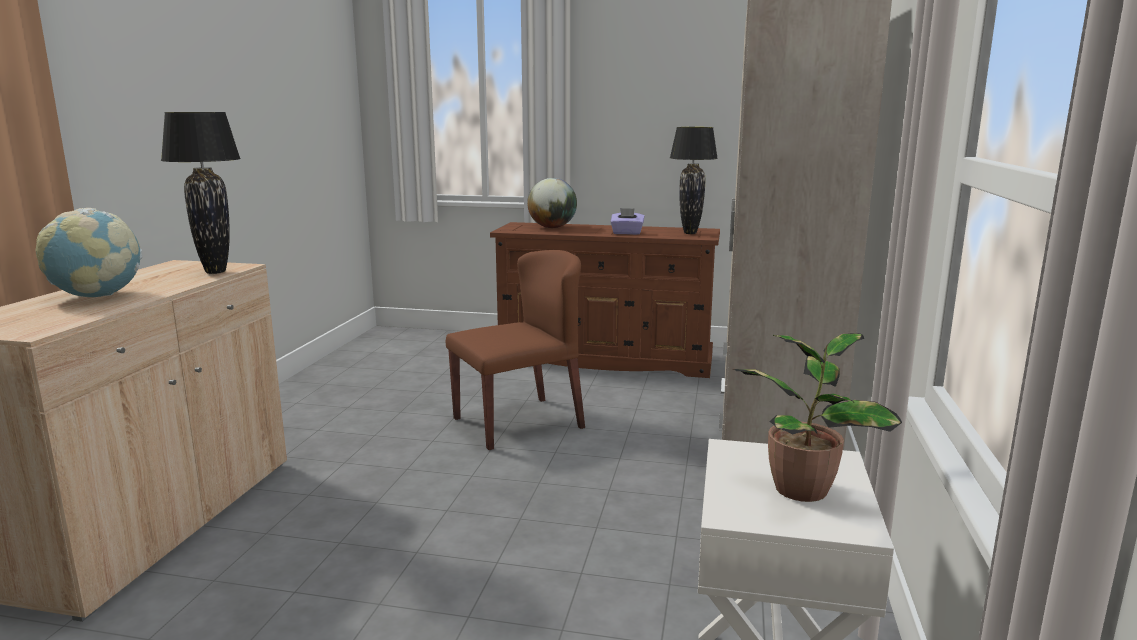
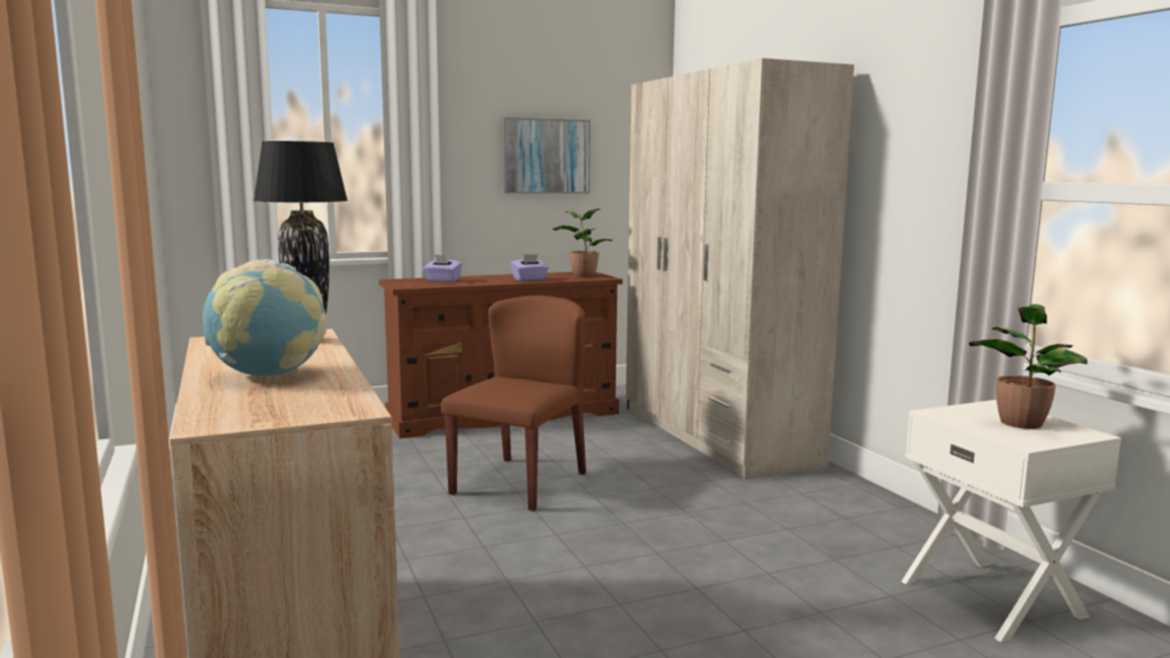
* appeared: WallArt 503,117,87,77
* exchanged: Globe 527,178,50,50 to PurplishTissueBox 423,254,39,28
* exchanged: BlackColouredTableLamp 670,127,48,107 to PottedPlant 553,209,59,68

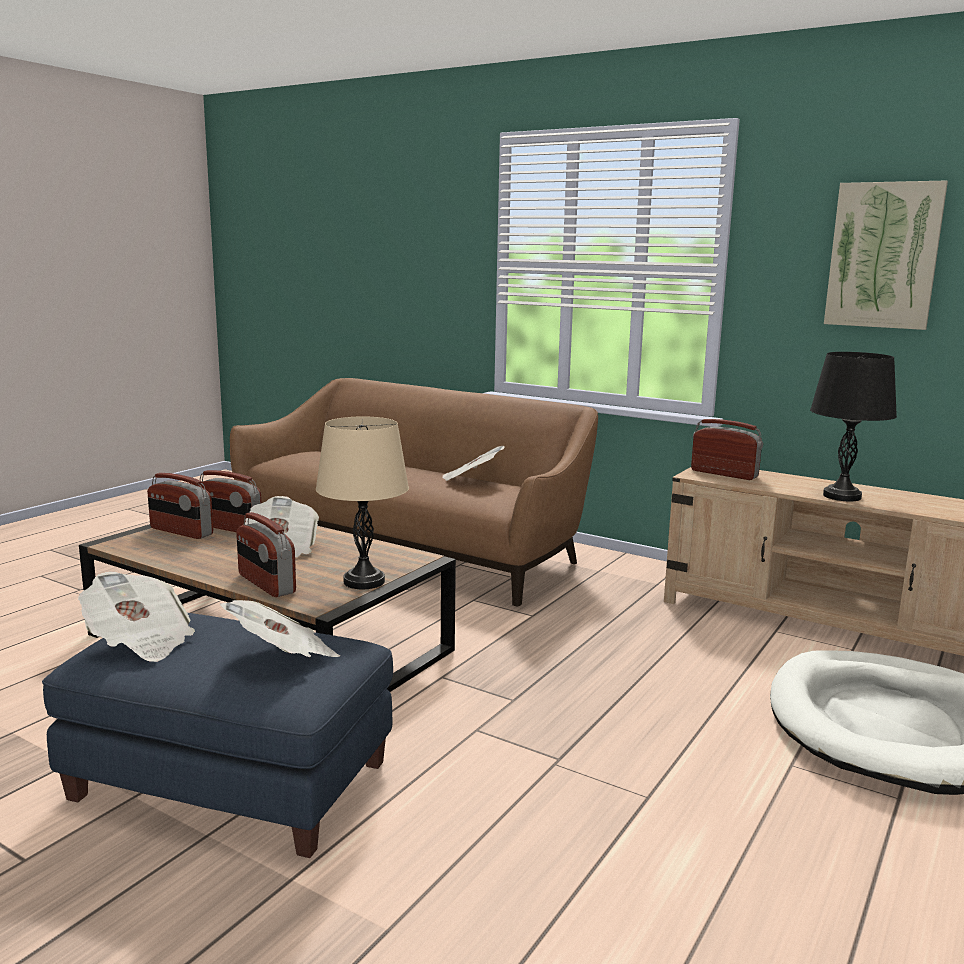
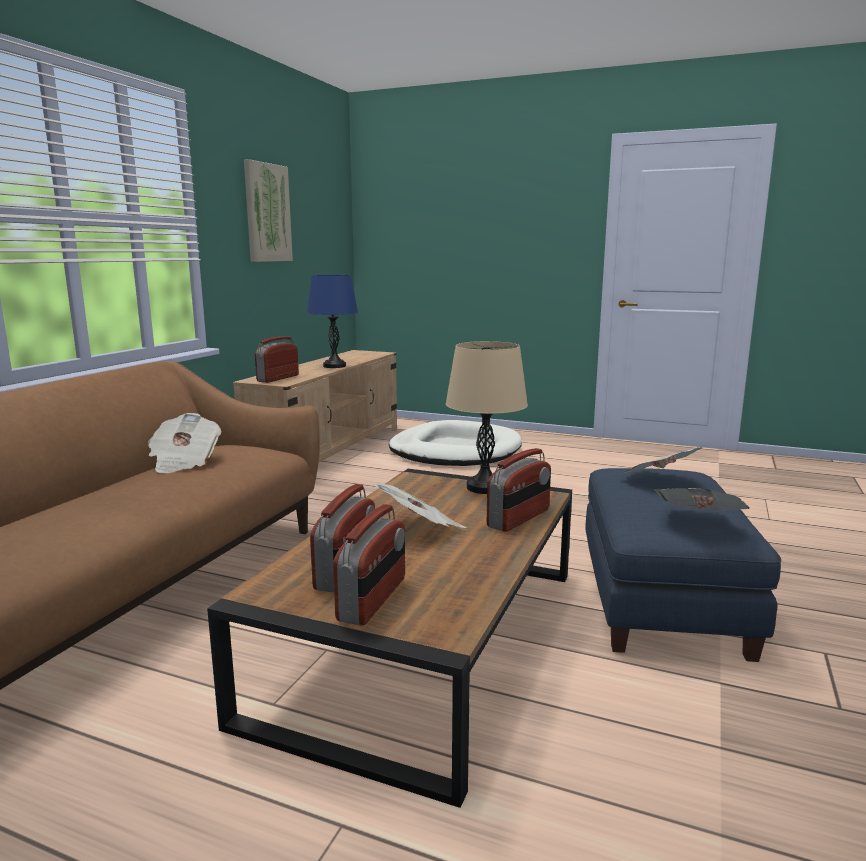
* colour: BlackColouredTableLamp 810,352,87,149 to BlueTableLamp 307,275,51,93

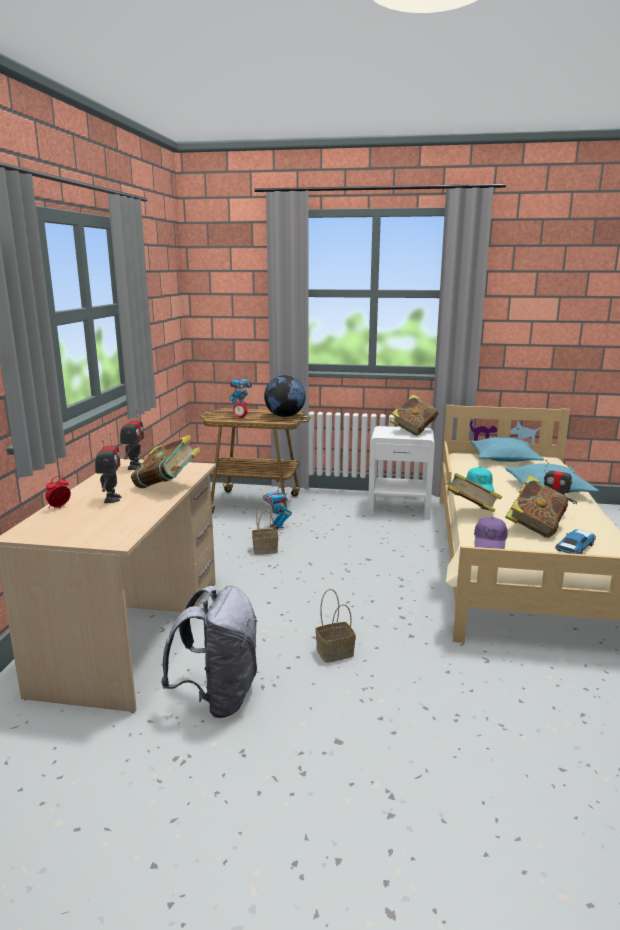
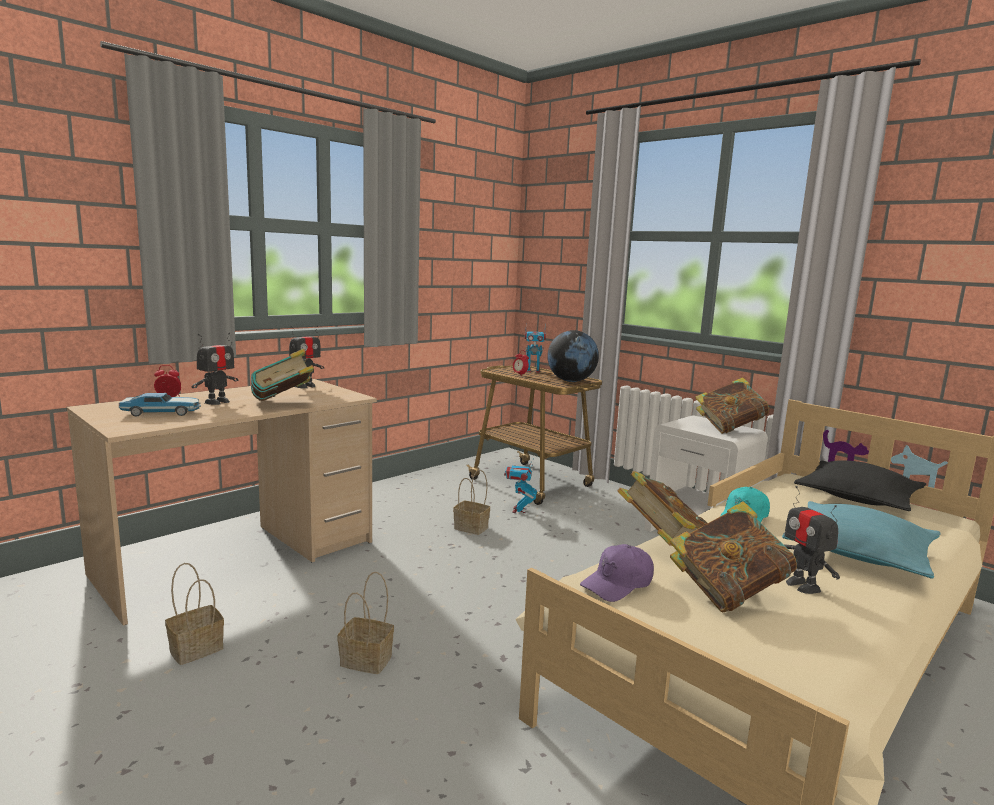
* relocated: ModelCar 555,530,41,24 to 119,393,82,24
* exchanged: GrayRucksack 161,586,97,132 to StorageBasket 165,563,59,102
* colour: TurquoisePillow 470,437,74,25 to BlackColouredPillow 794,460,132,51

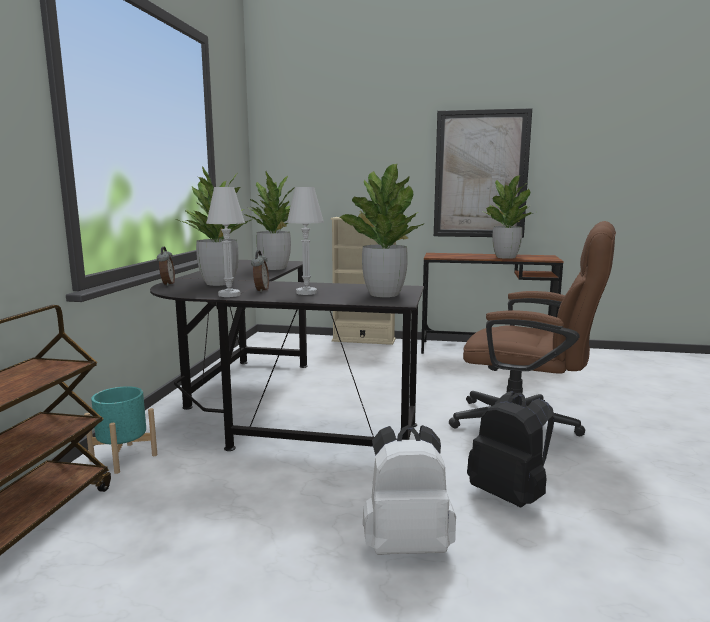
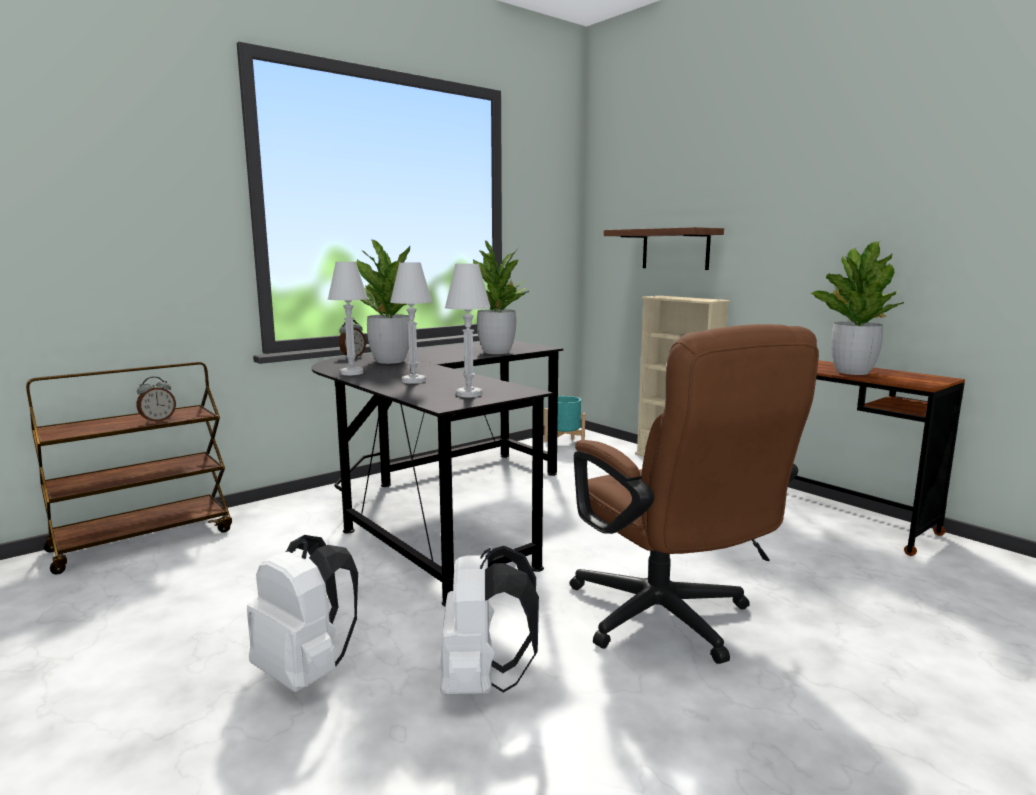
* missing: WallArt 434,108,98,130
* appeared: WallShelf 604,227,120,43
* relocated: TurquoiseFlowerPot 84,386,73,88 to 544,396,41,46
* relocated: BedsideClock 251,250,18,43 to 136,377,40,46
* exchanged: PottedPlant 339,164,85,133 to WhiteColouredTableLamp 445,264,46,134
* colour: BlackColouredRucksack 467,391,88,116 to WhiteColouredRucksack 440,546,99,149

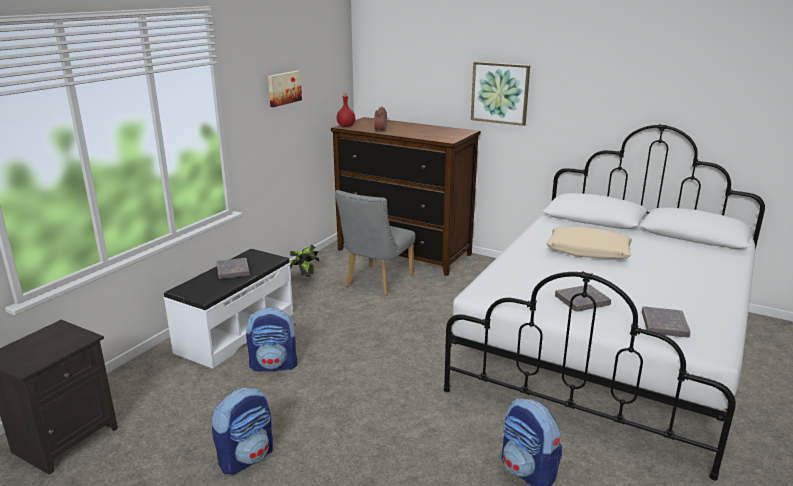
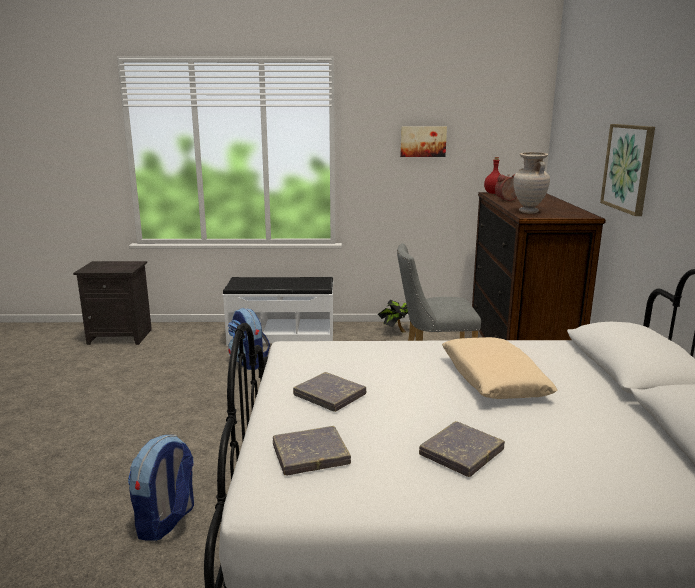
* missing: Rucksack 212,388,61,87
* appeared: SandColouredVase 513,152,37,61
* relocated: GrayBoundBook 217,258,33,21 to 419,421,86,56

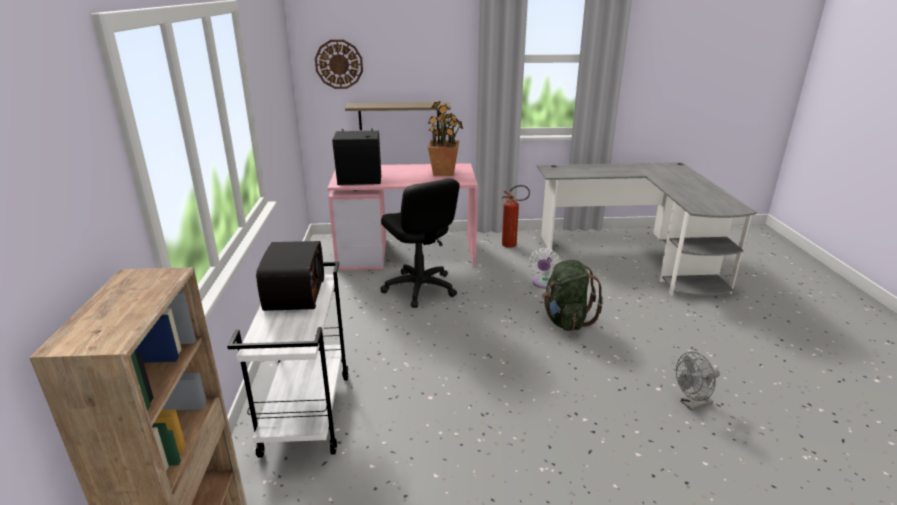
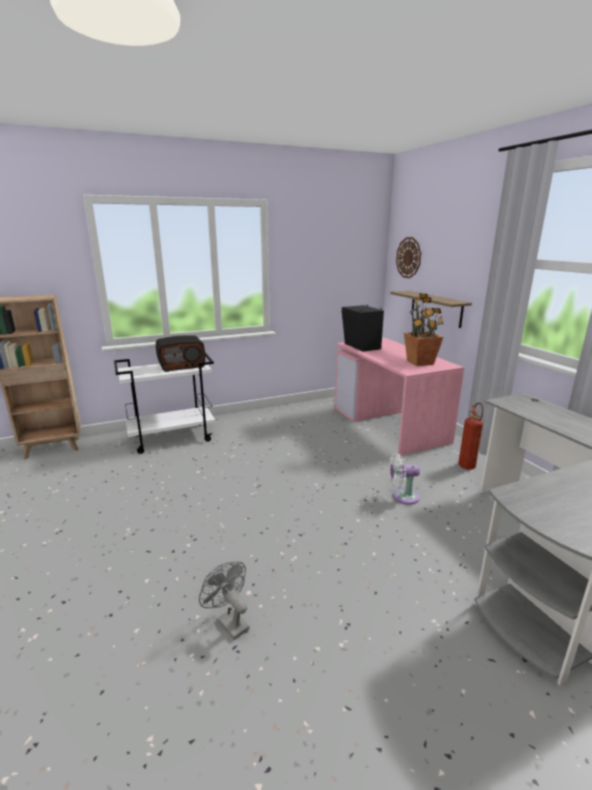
* missing: BlackColouredDeskChair 380,178,80,130
* missing: GreenRucksack 542,260,61,71

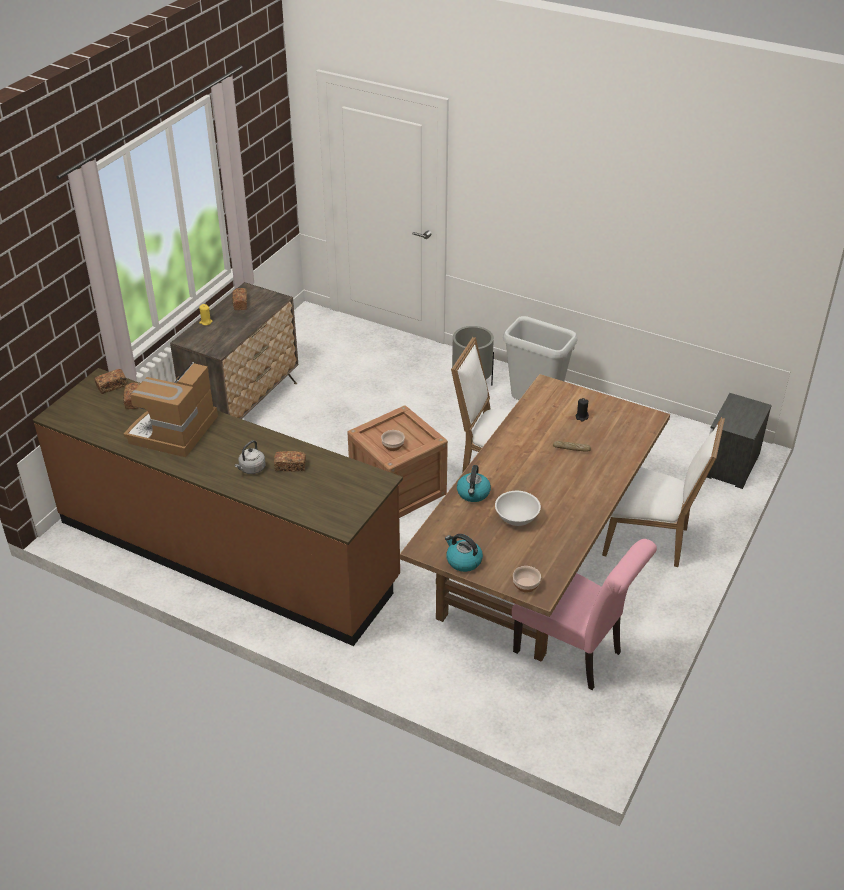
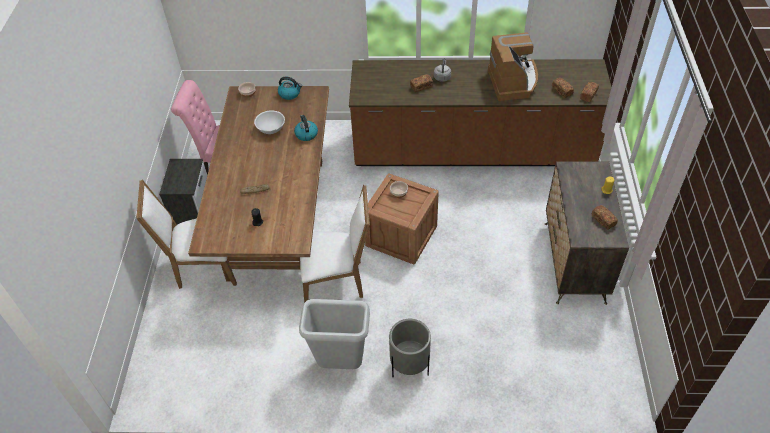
* relocated: BedsideTable 707,393,65,96 to 159,159,48,66

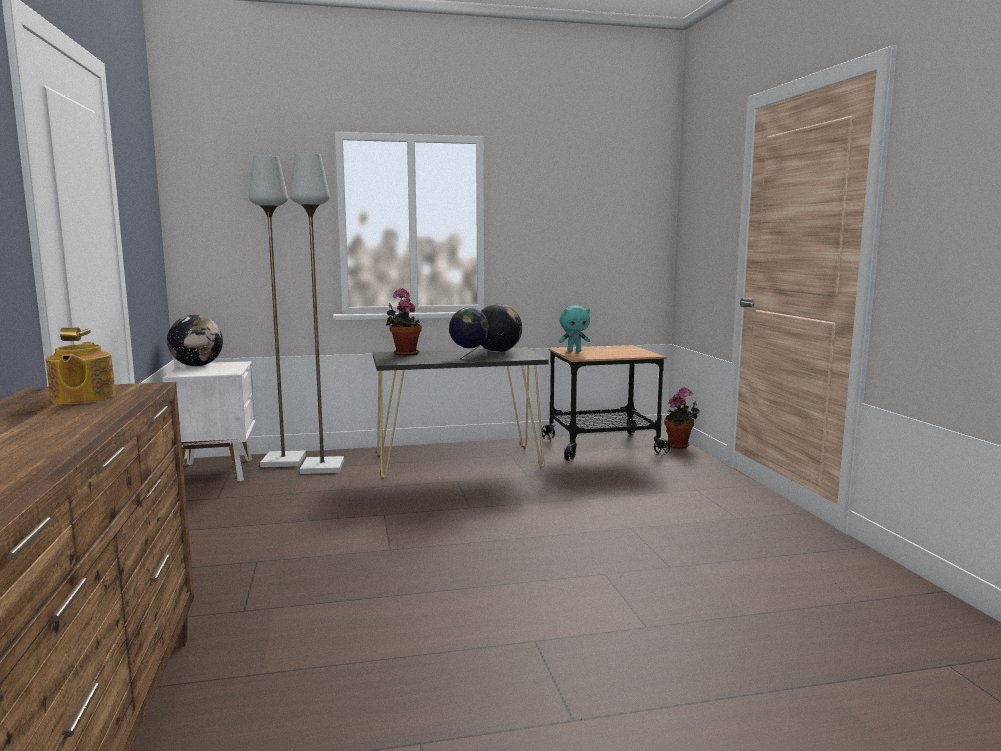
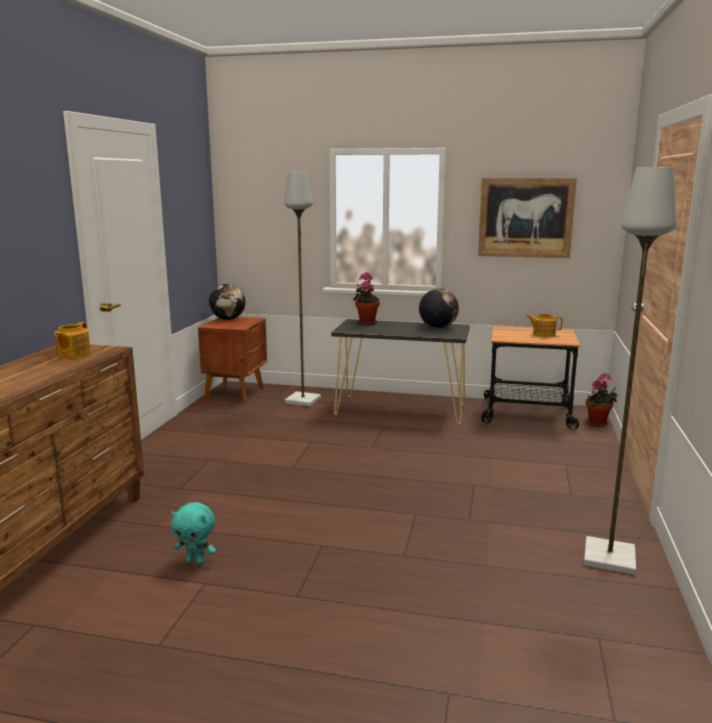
* missing: Globe 449,308,40,53
* appeared: WallArt 478,178,99,80
* appeared: TeaPot 527,314,36,23
* relocated: GrayStandingLamp 249,156,57,311 to 584,167,93,408
* relocated: TurquoisePlushToy 559,305,31,47 to 171,502,45,63
* colour: WhiteColouredBedsideTable 163,361,93,120 to BrownColouredBedsideTable 198,317,69,86

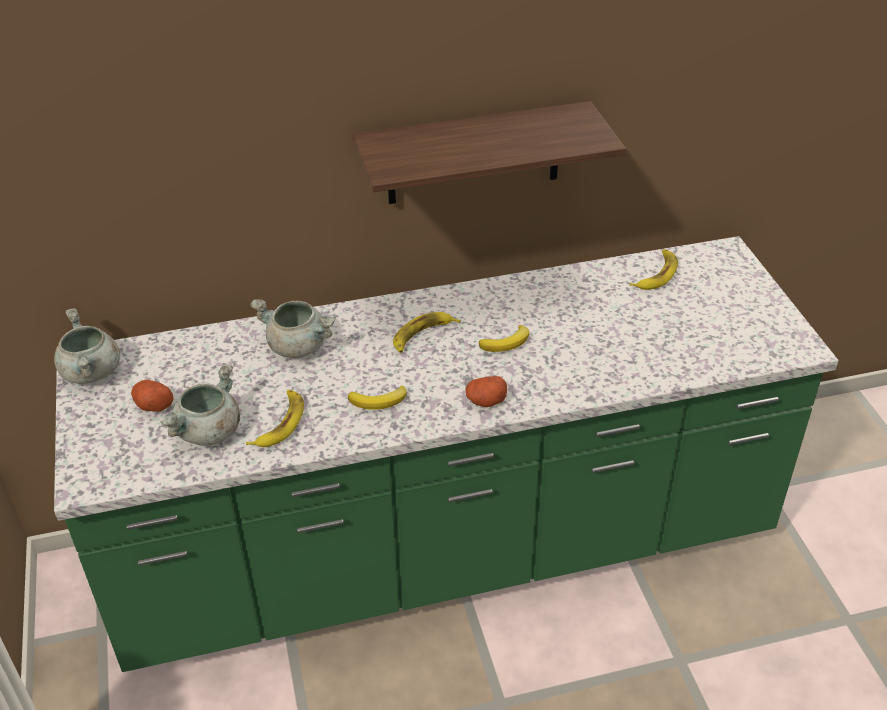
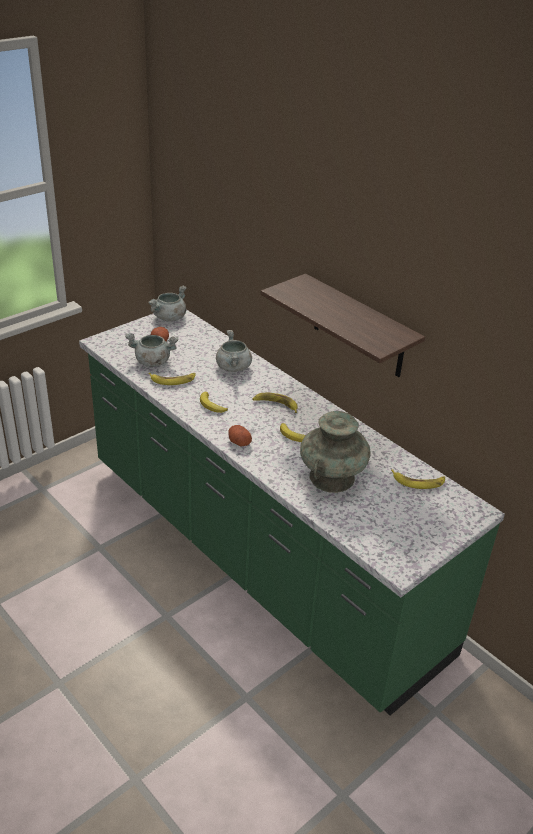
* appeared: TurquoiseVase 300,411,71,82

